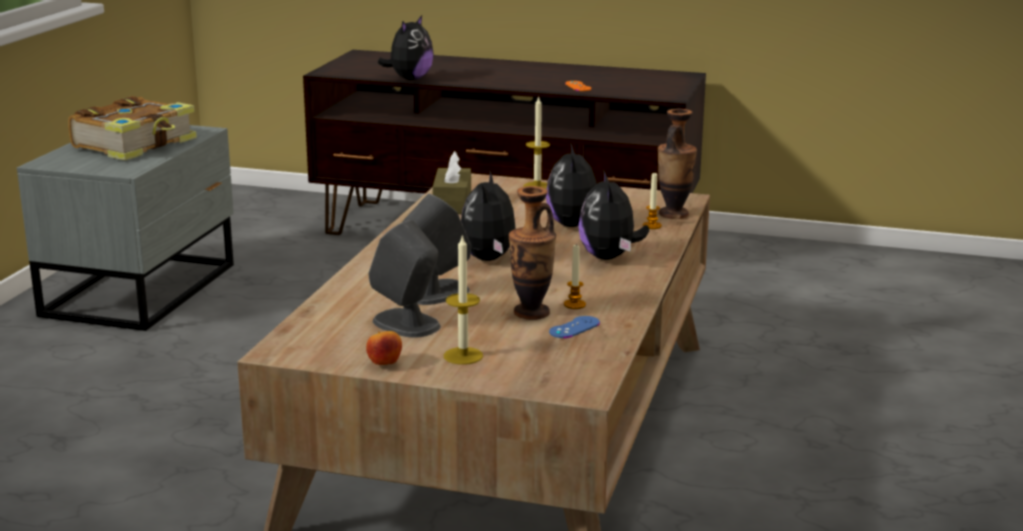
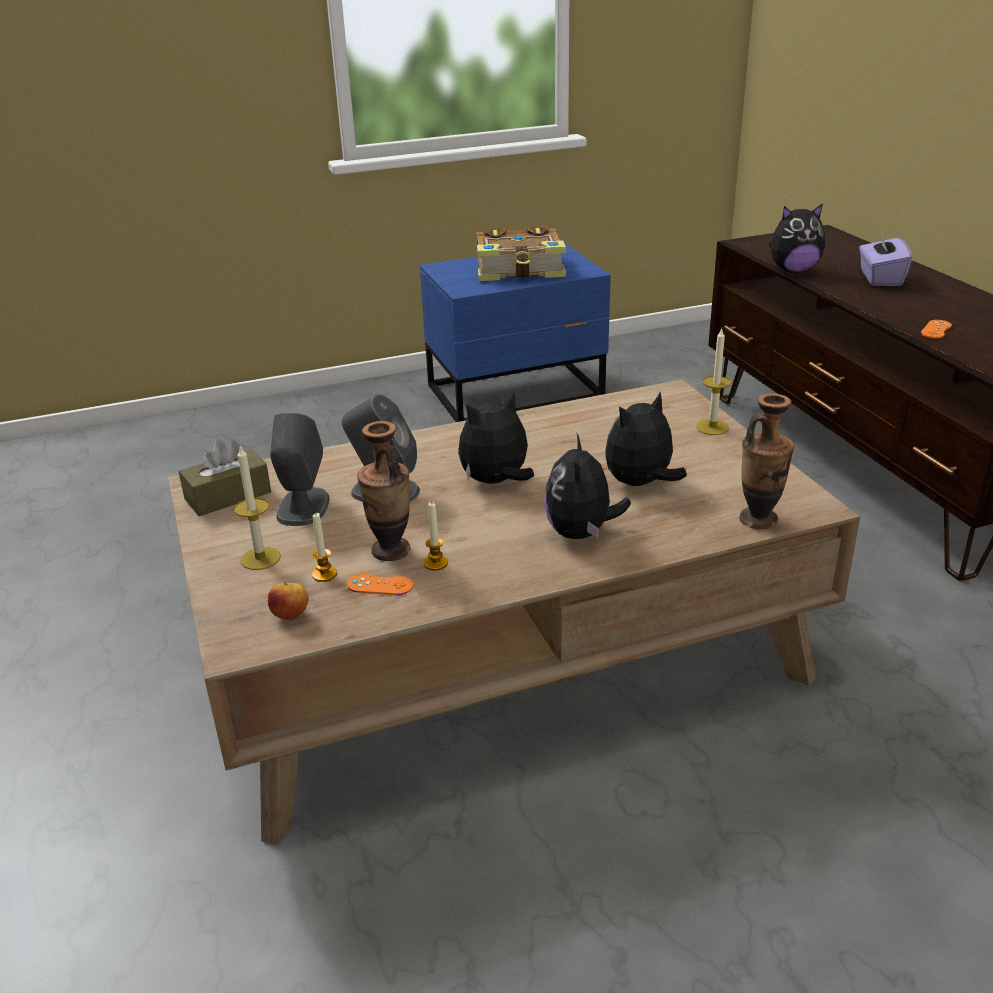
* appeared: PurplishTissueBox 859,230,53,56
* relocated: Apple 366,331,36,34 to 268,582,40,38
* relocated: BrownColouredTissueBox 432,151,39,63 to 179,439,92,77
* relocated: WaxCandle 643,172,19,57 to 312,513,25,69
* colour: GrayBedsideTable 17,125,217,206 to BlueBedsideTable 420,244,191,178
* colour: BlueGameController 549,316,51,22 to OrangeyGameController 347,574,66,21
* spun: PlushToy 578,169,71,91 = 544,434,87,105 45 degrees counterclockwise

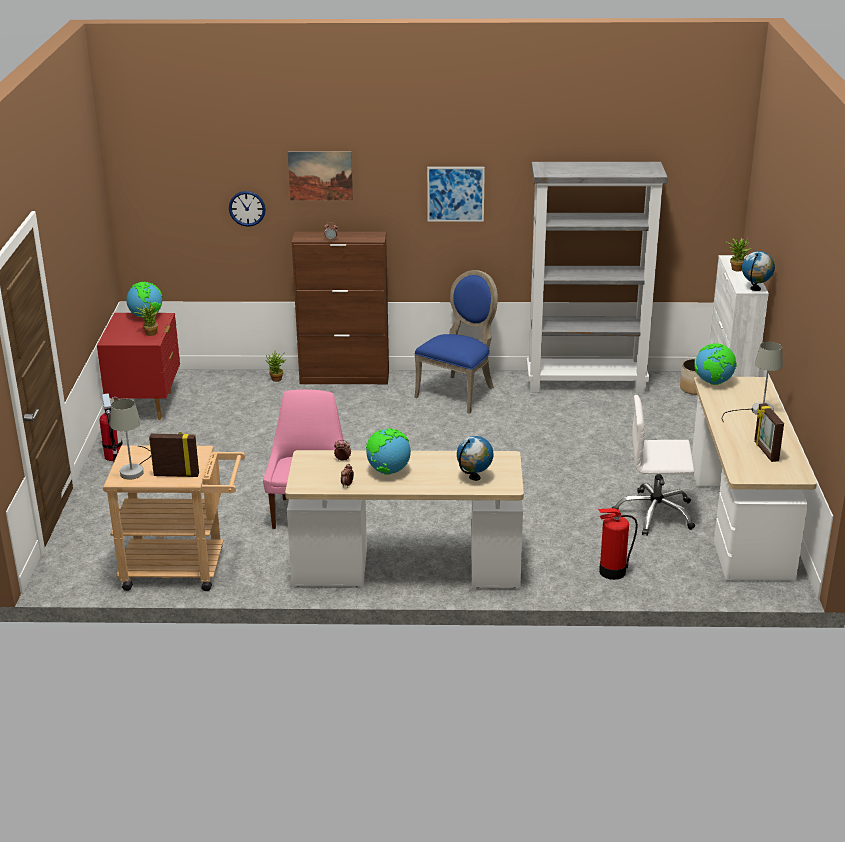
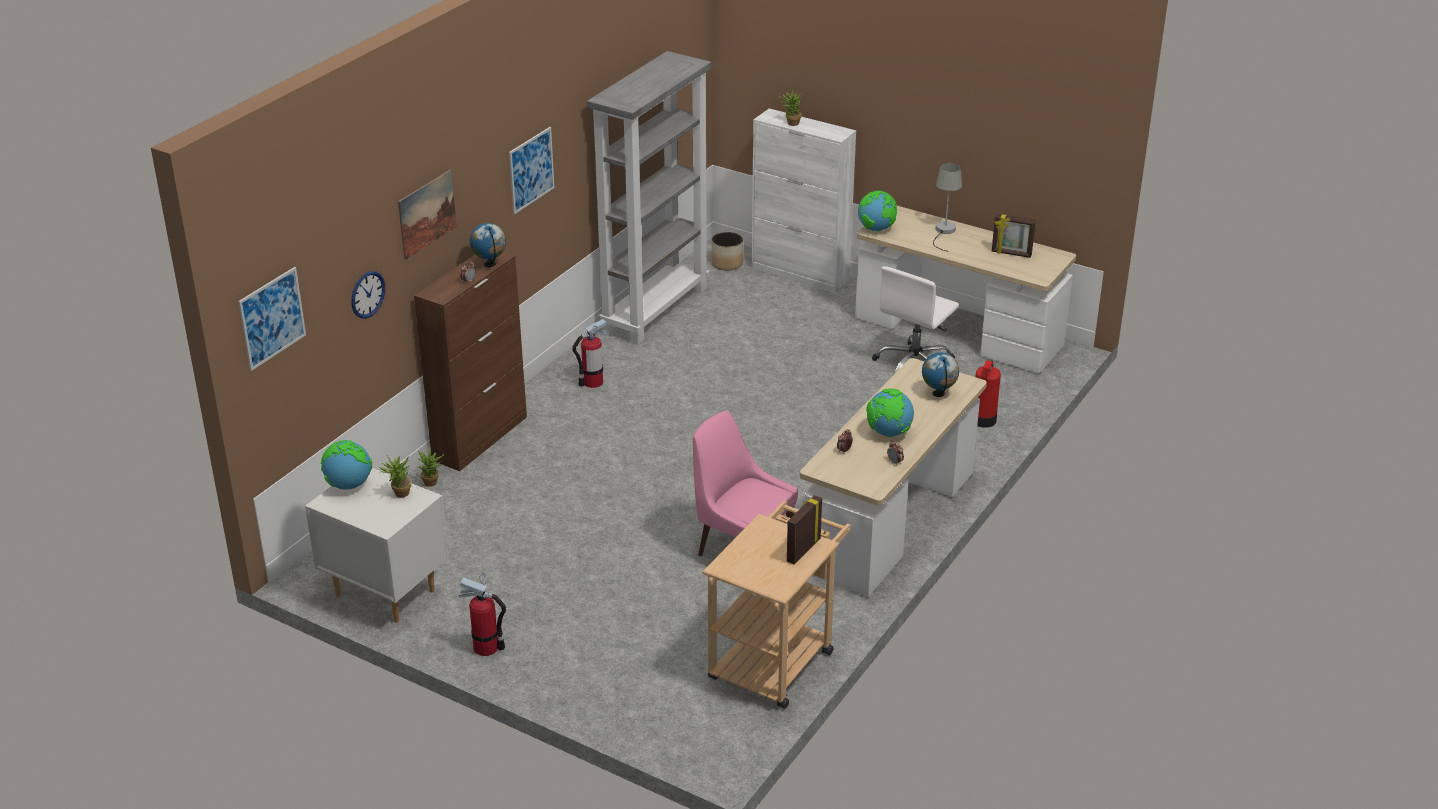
* missing: GrayTableLamp 110,399,41,80
* appeared: WallArt 238,267,68,104
* relocated: Globe 742,251,33,40 to 470,223,36,44
* exchanged: BlueChair 414,270,84,144 to FireFightingCylinder 572,319,37,69
* colour: RedColouredBedsideTable 97,313,83,107 to WhiteColouredBedsideTable 305,468,144,155

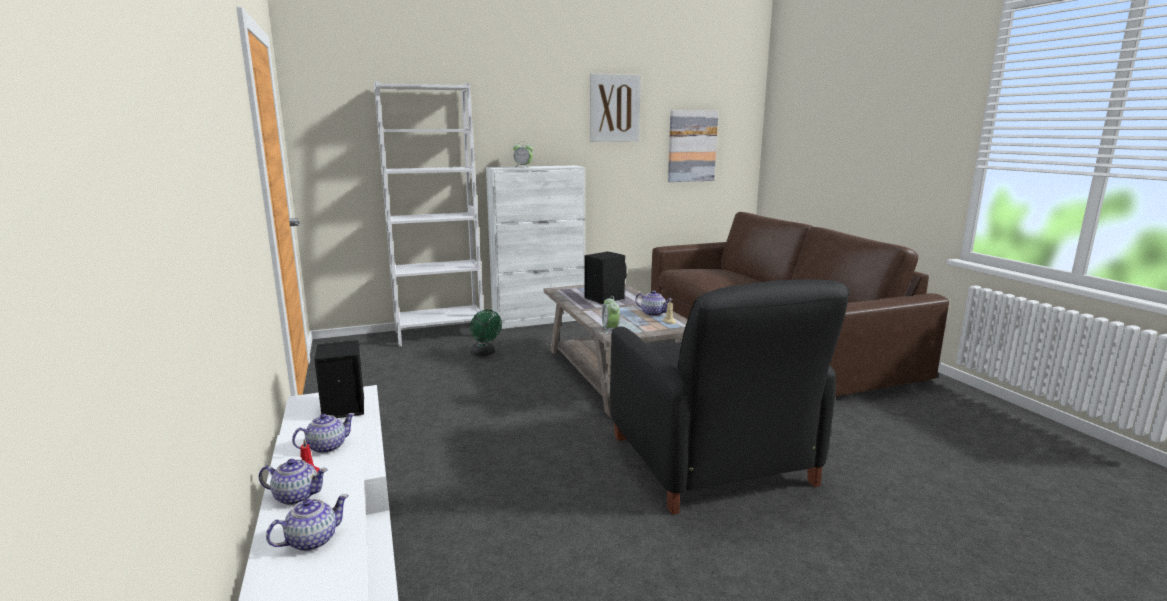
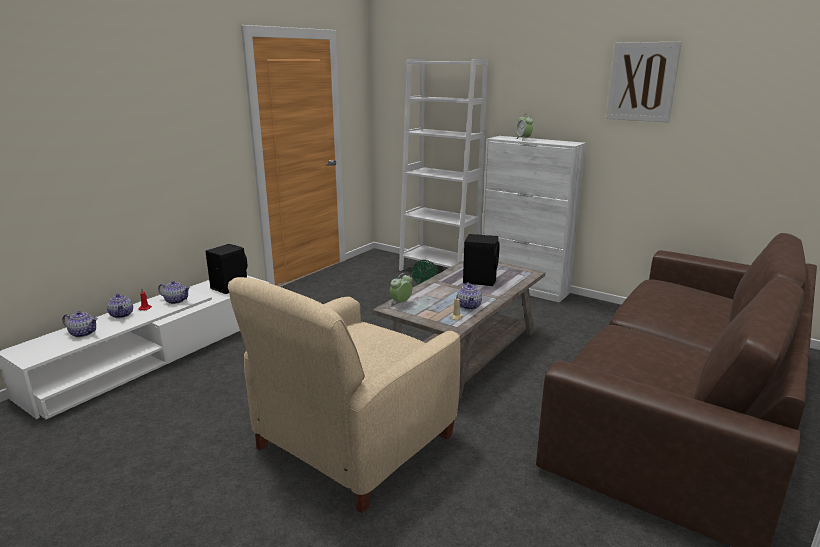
* missing: WallArt 668,110,50,72
* colour: BlackColouredLoungeChair 610,279,239,236 to SandColouredLoungeChair 228,277,233,236

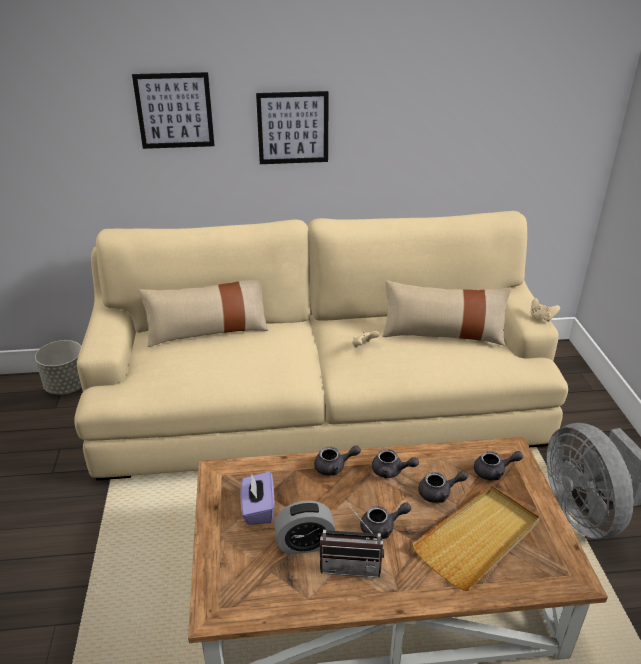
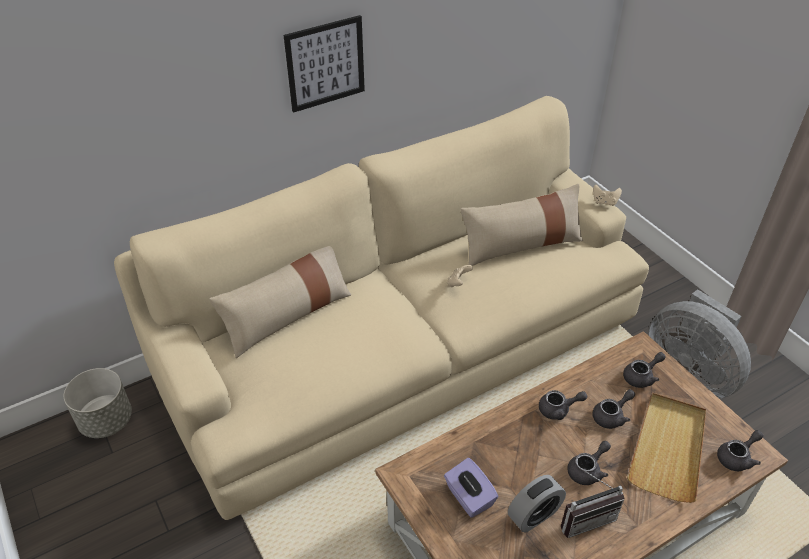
* missing: WallArt 132,72,82,77
* relocated: GrayTeaPot 314,445,47,31 to 717,430,46,41

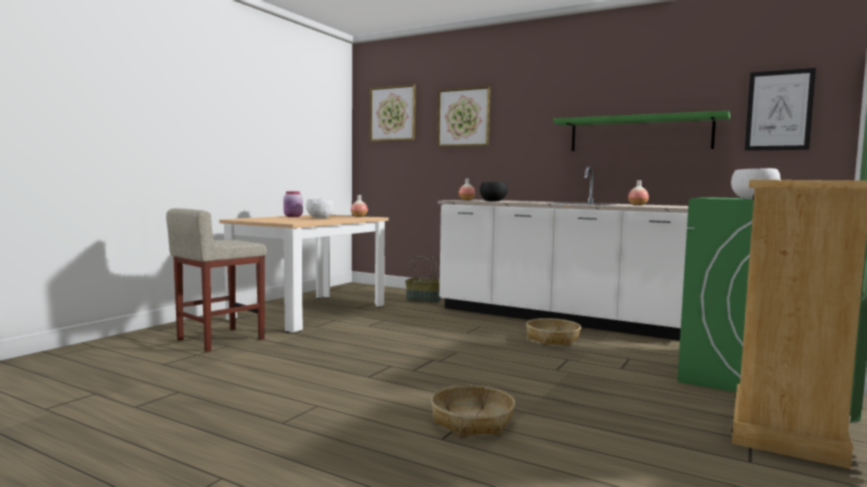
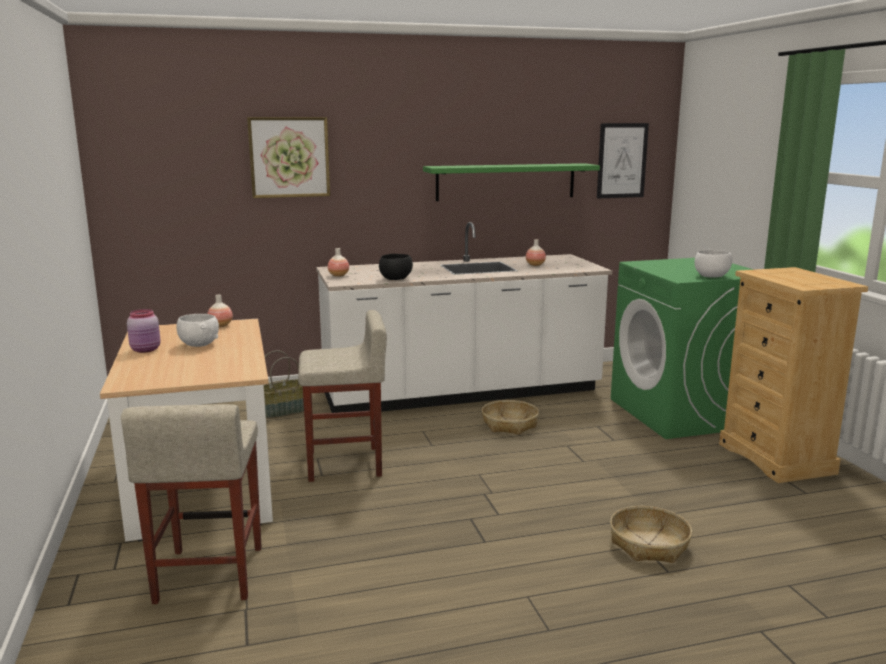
* missing: WallArt 370,84,46,57
* appeared: SandColouredSittingStool 298,310,89,172

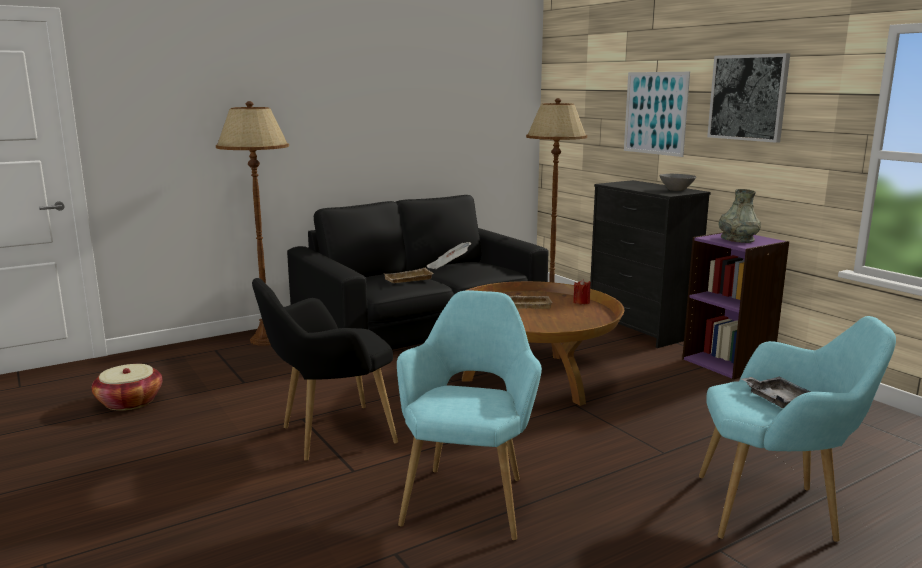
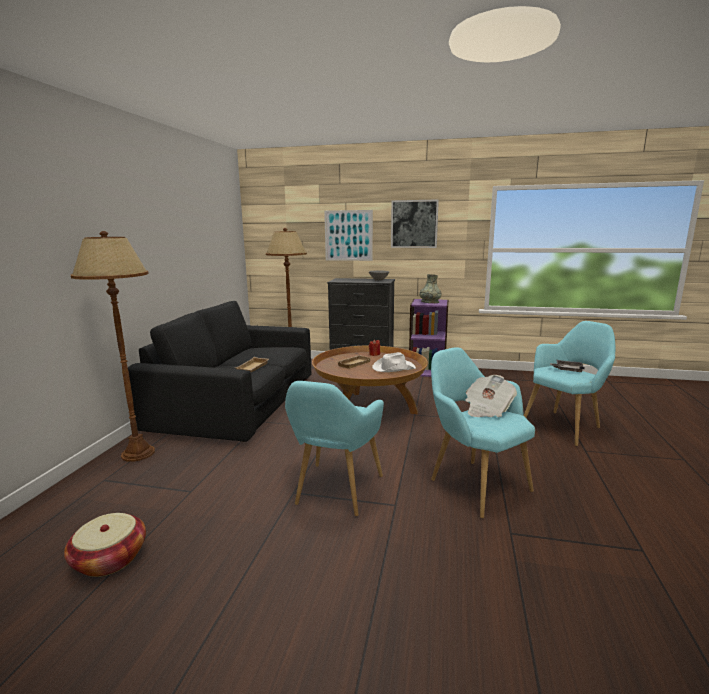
* appeared: WhiteColouredHat 372,352,44,20
* relocated: Newspaper 426,242,45,27 to 465,375,52,42
* colour: BlackColouredLoungeChair 252,278,146,183 to TurquoiseLoungeChair 285,381,99,135

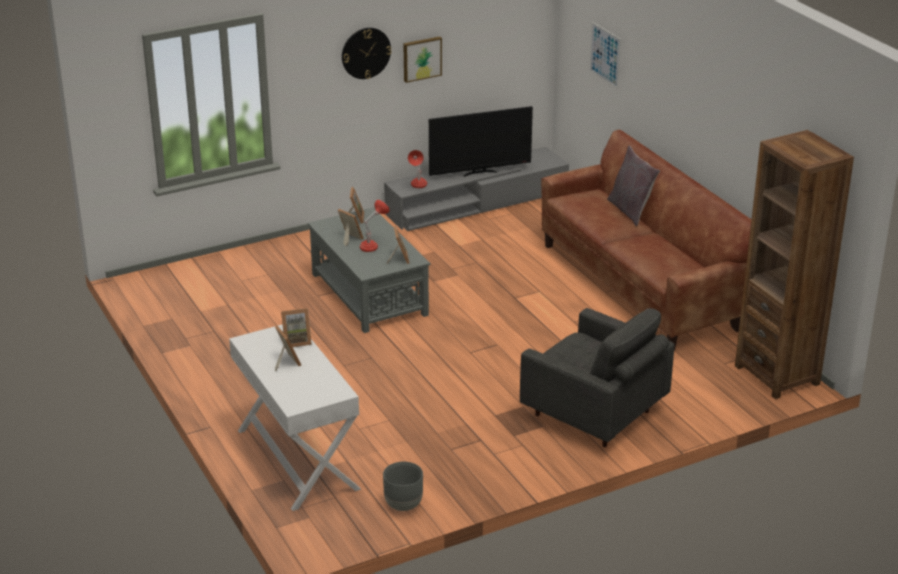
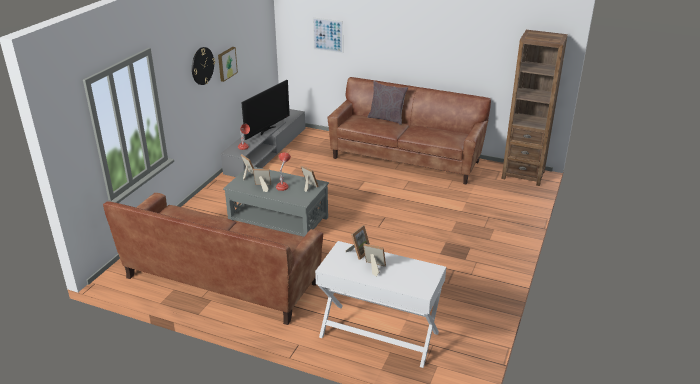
* missing: GrayFlowerPot 383,462,40,49
* missing: GrayLoungeChair 520,308,154,139
* appeared: BrownColouredCouch 103,193,220,132

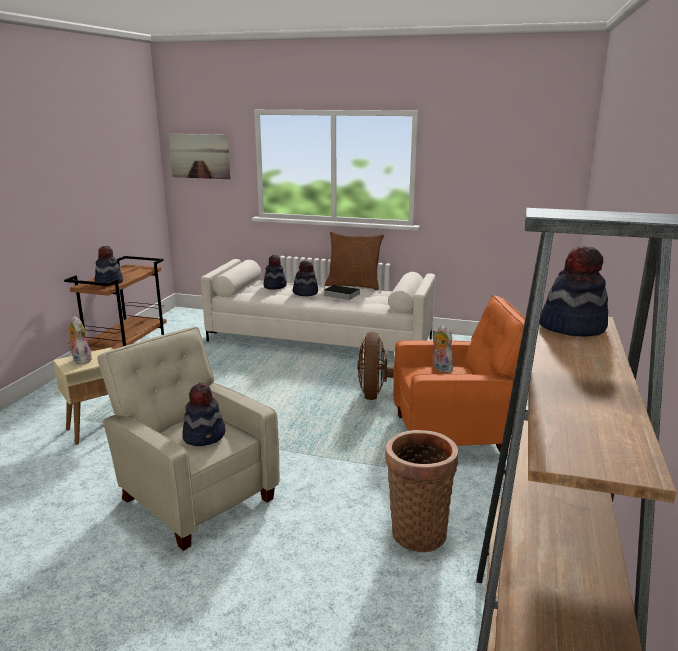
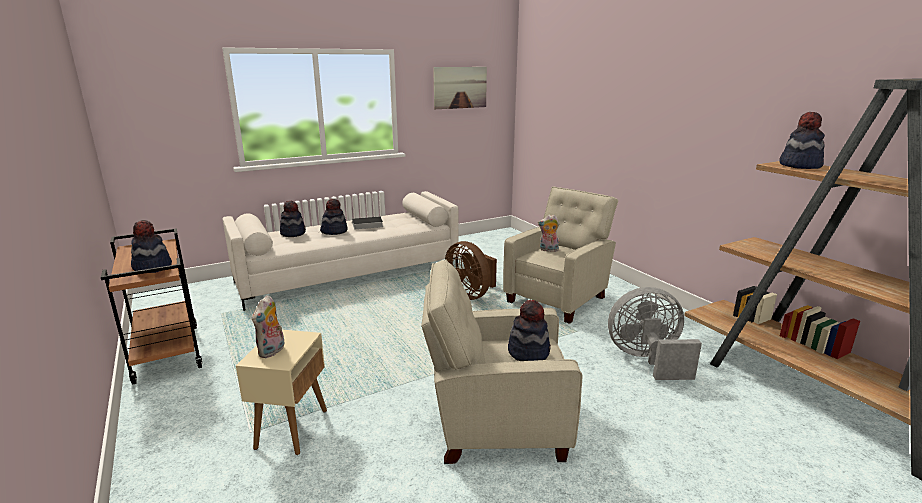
* missing: BrownColouredPillow 325,232,59,58
* relocated: WallArt 169,134,62,45 to 433,67,54,42
* exchanged: StorageBasket 385,430,73,122 to GrayCoolingFan 608,287,94,93
* colour: OrangeyLoungeChair 393,295,132,157 to SandColouredLoungeChair 503,187,115,137
* spun: PlushToy 66,316,26,48 = 252,295,32,63 90 degrees counterclockwise

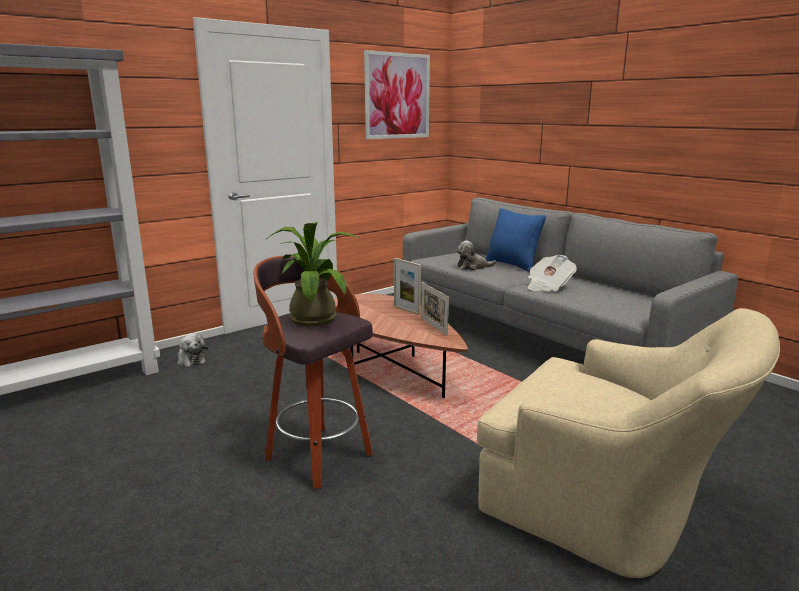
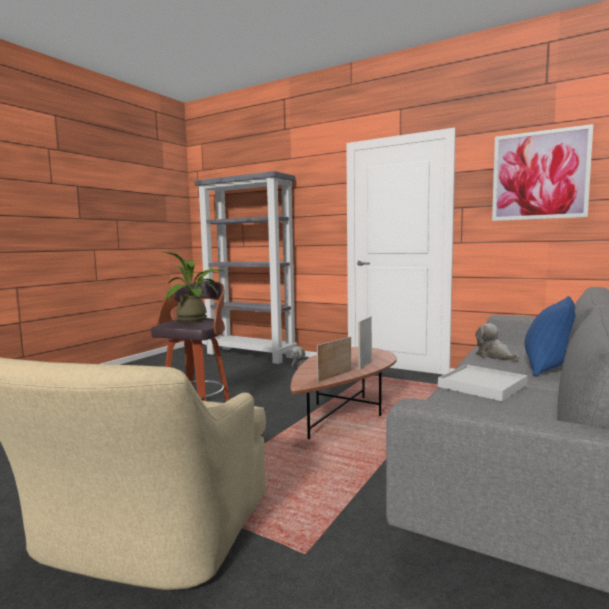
* exchanged: Newspaper 528,255,49,36 to WhiteColouredTray 438,365,90,36

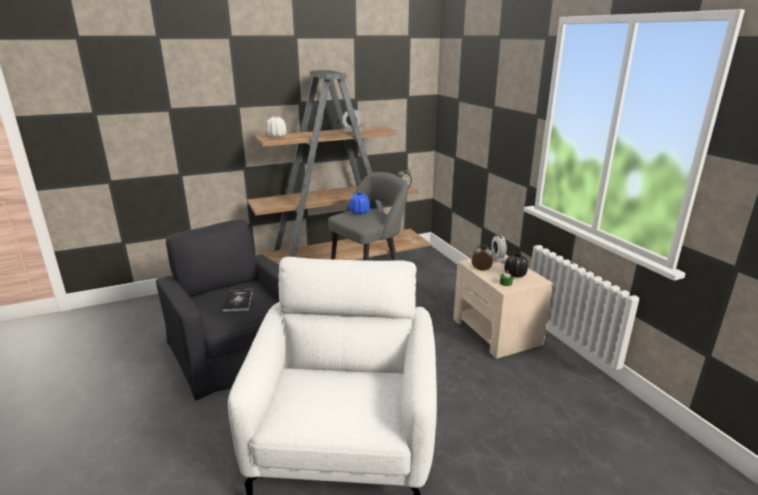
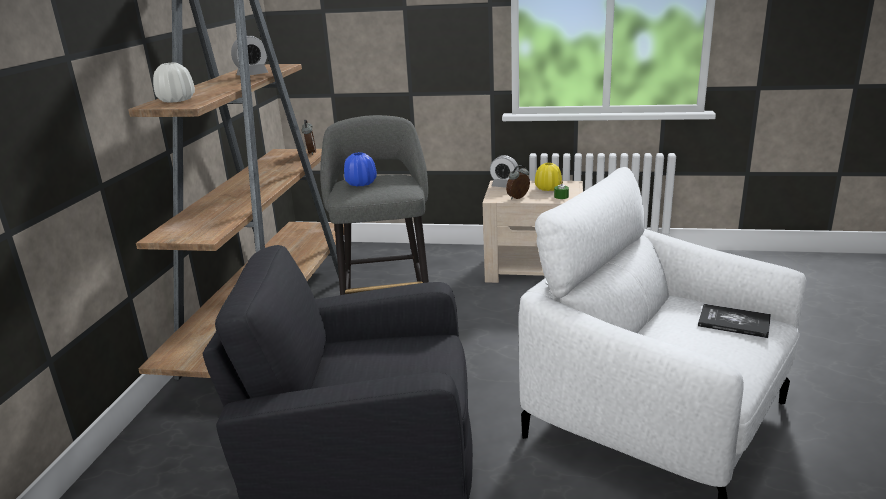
* relocated: BoundBook 223,289,29,23 to 698,304,73,34
* colour: BlackColouredVase 504,254,24,24 to YellowVase 535,163,27,28

